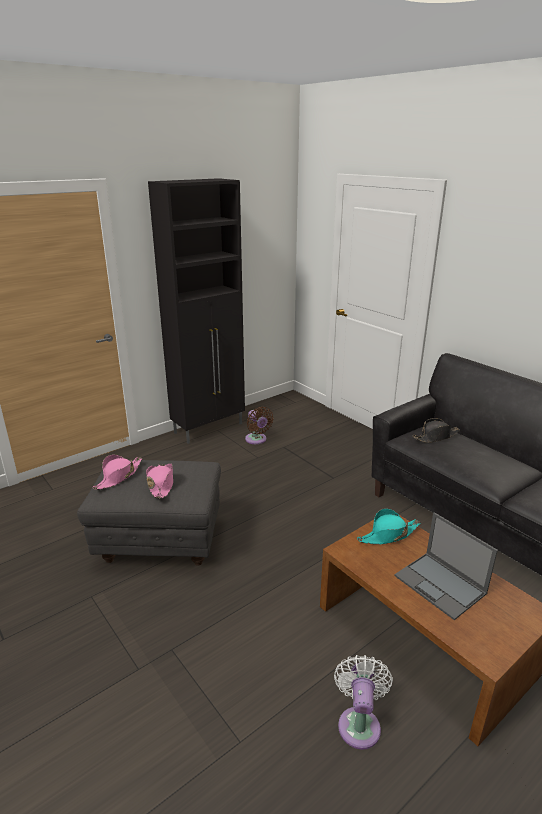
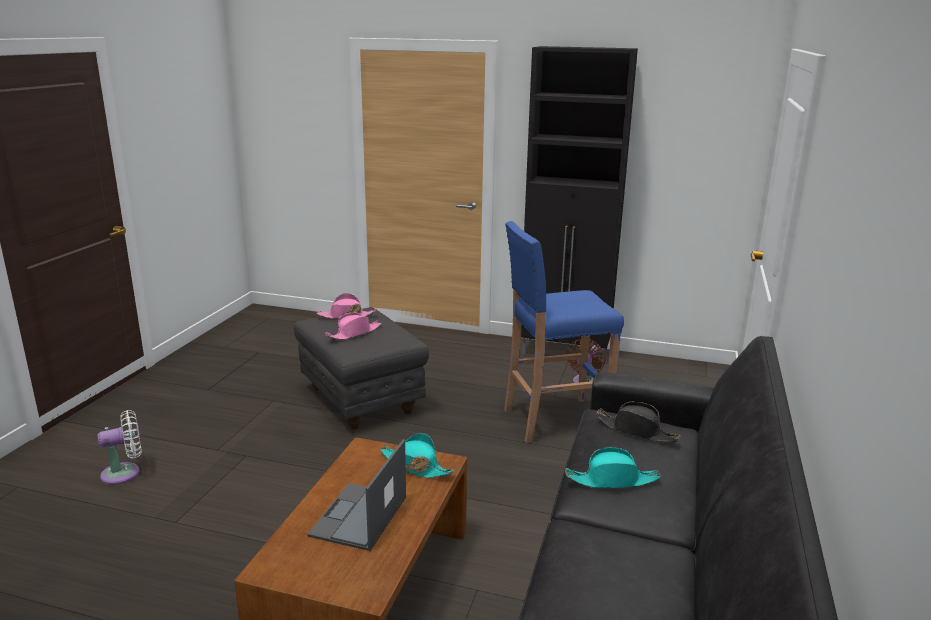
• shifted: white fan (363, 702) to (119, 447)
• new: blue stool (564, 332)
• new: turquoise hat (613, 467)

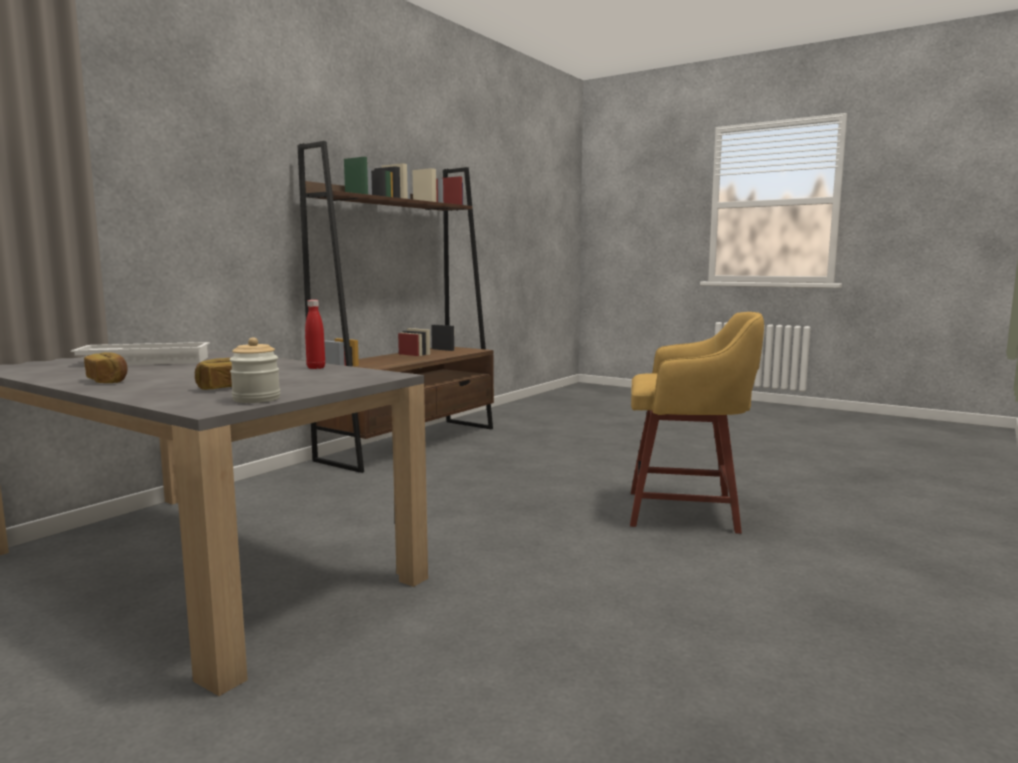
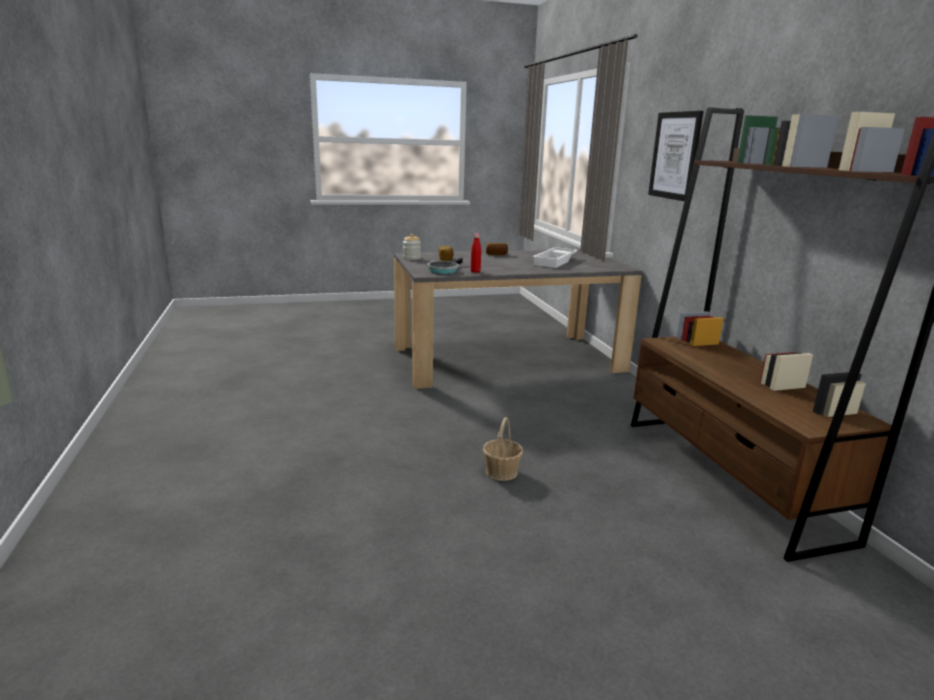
• gone: yellow stool (697, 423)
• new: picture (675, 156)
• new: frying pan (445, 266)
• new: basket (503, 449)

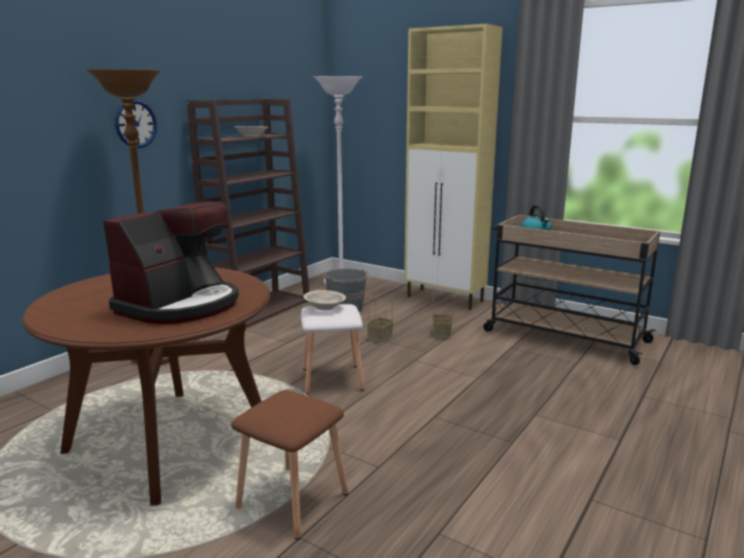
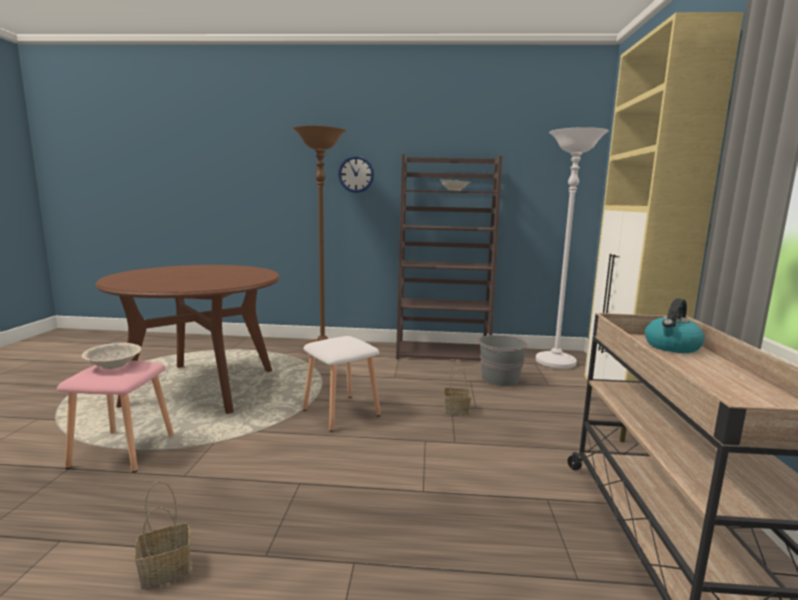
• gone: coffee machine (171, 263)
• shifted: beige bowl (324, 300) to (111, 356)
• shifted: basket (444, 317) to (162, 535)
• repainted: brown stool (289, 465) to pink stool (115, 417)

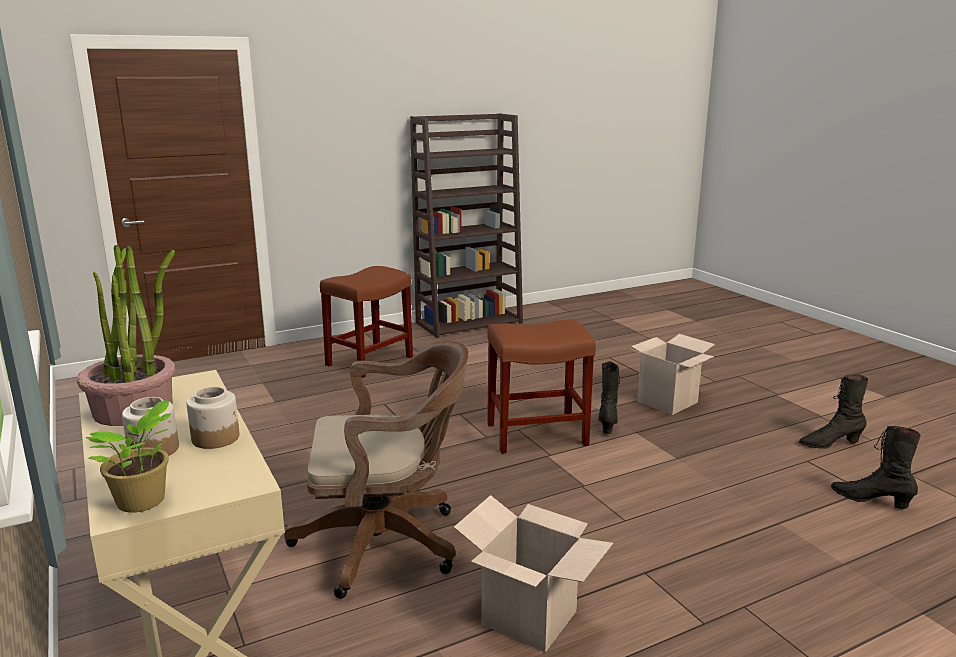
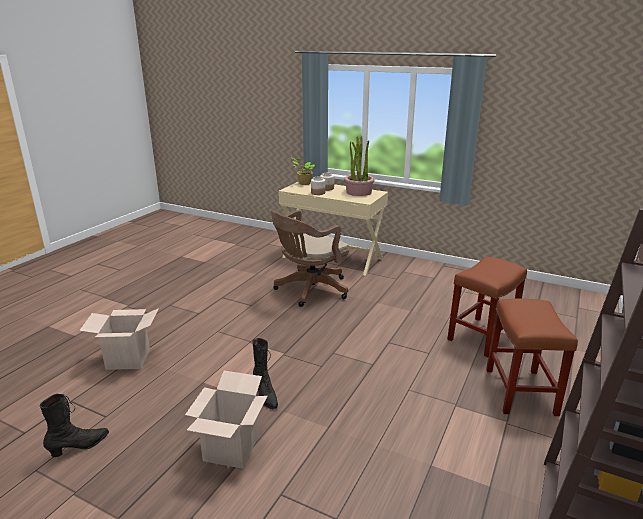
• shifted: brown stool (541, 386) to (487, 307)
• gone: black boot (876, 467)
• shifted: cardboard box (533, 573) to (119, 339)

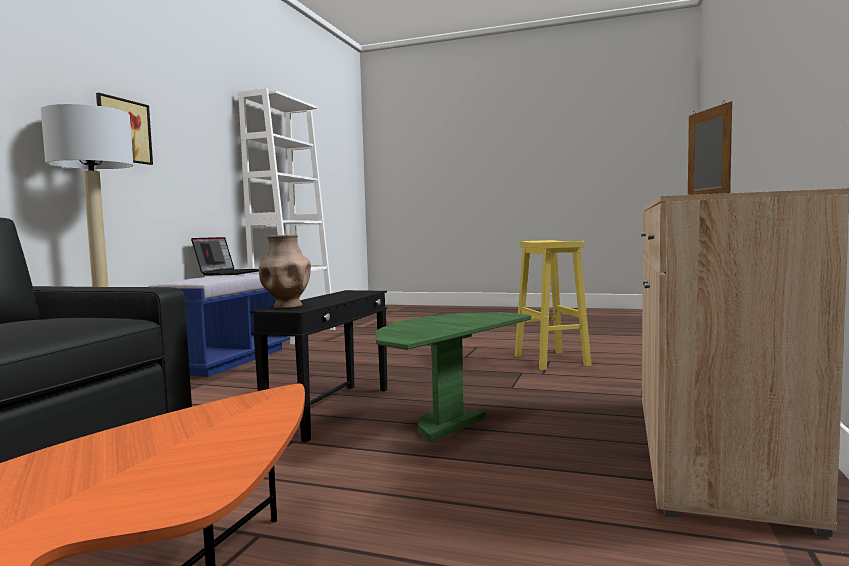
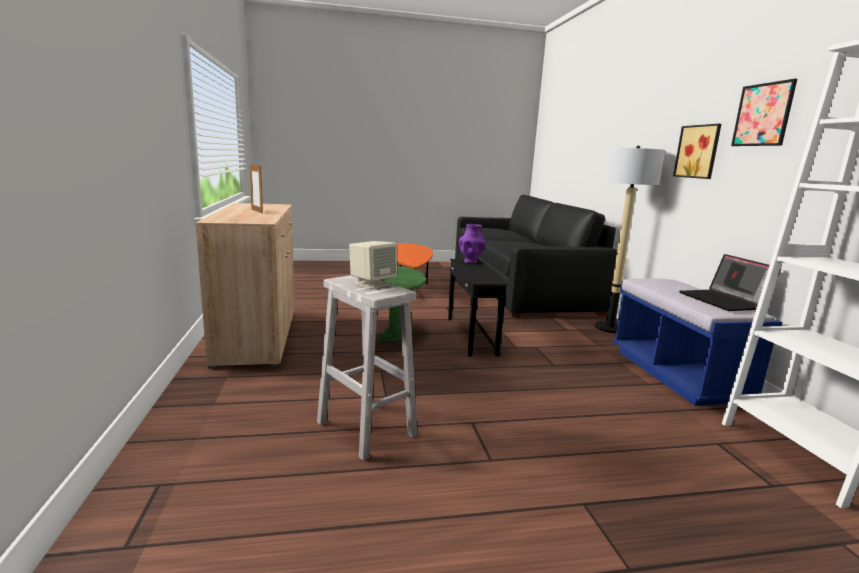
• repainted: brown vase (285, 272) to purple vase (472, 244)
• repainted: yellow stool (553, 305) to white stool (367, 368)
• new: picture (764, 112)
• new: beige speaker (373, 265)

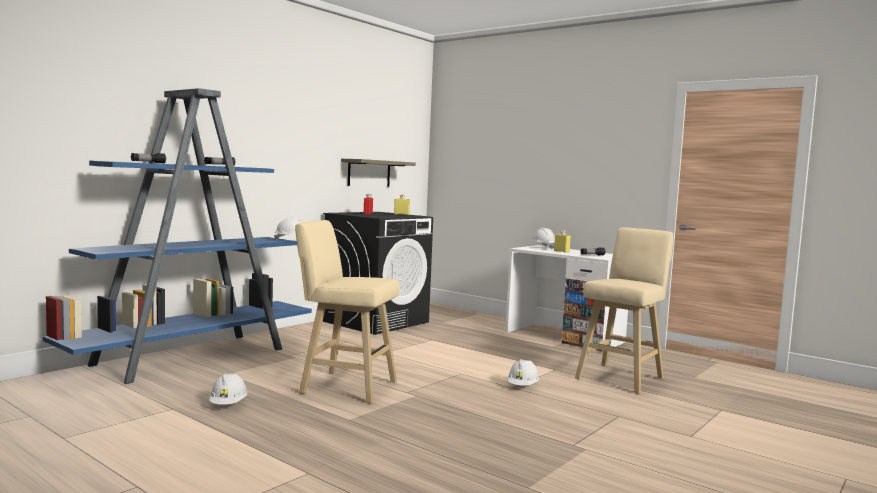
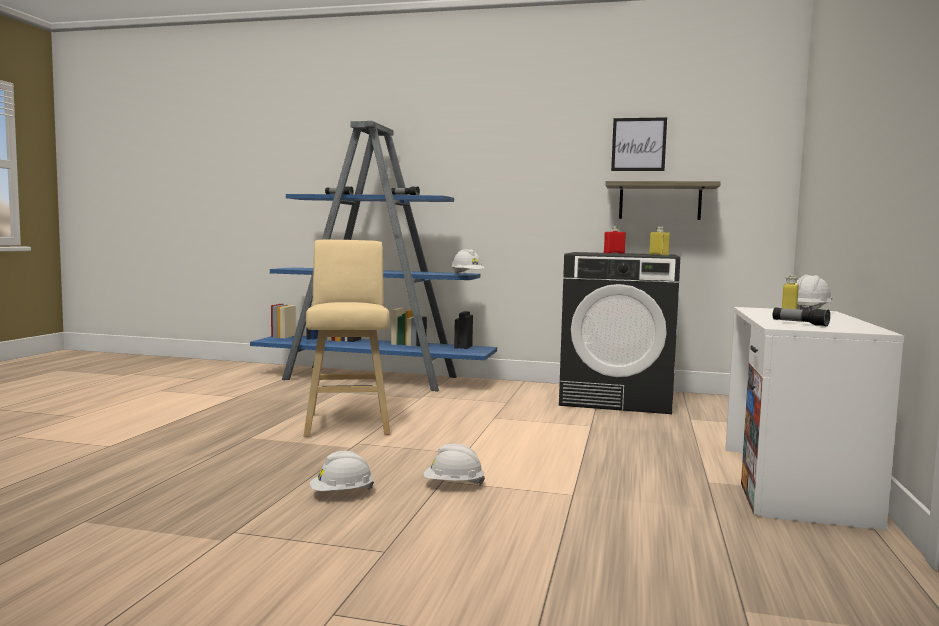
• gone: beige stool (624, 310)
• shifted: white hard hat (228, 389) to (342, 471)
• new: picture (639, 144)

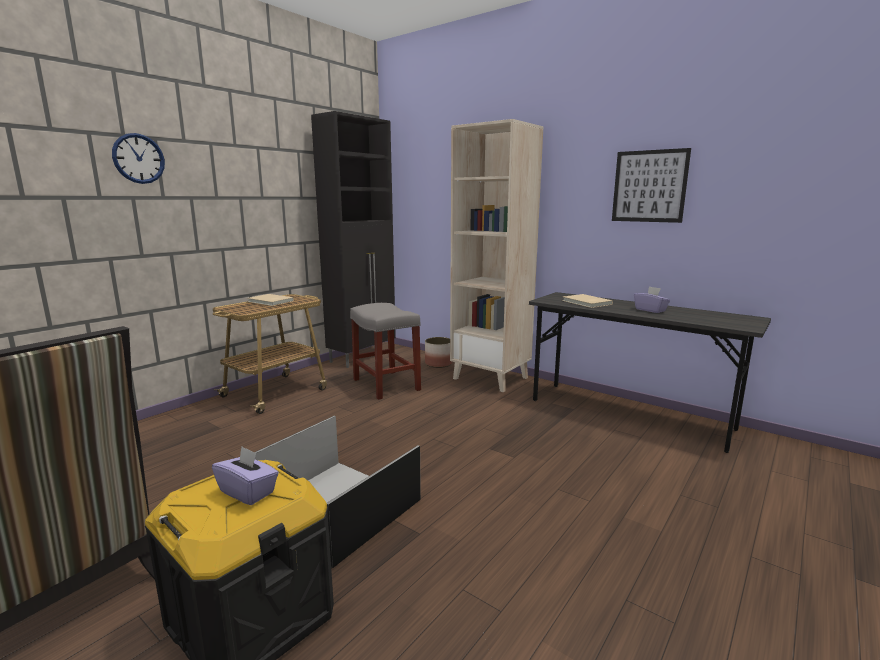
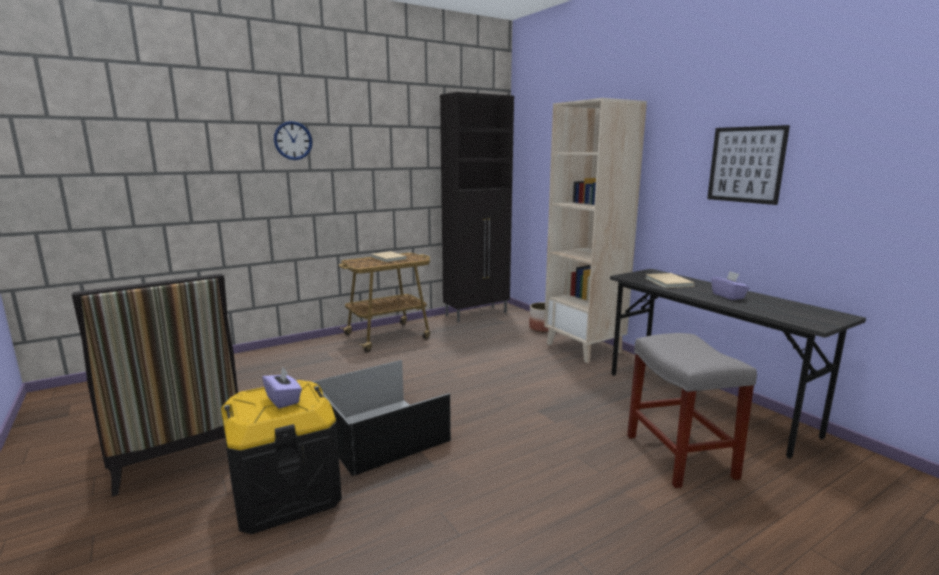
• shifted: grey stool (385, 351) to (692, 410)

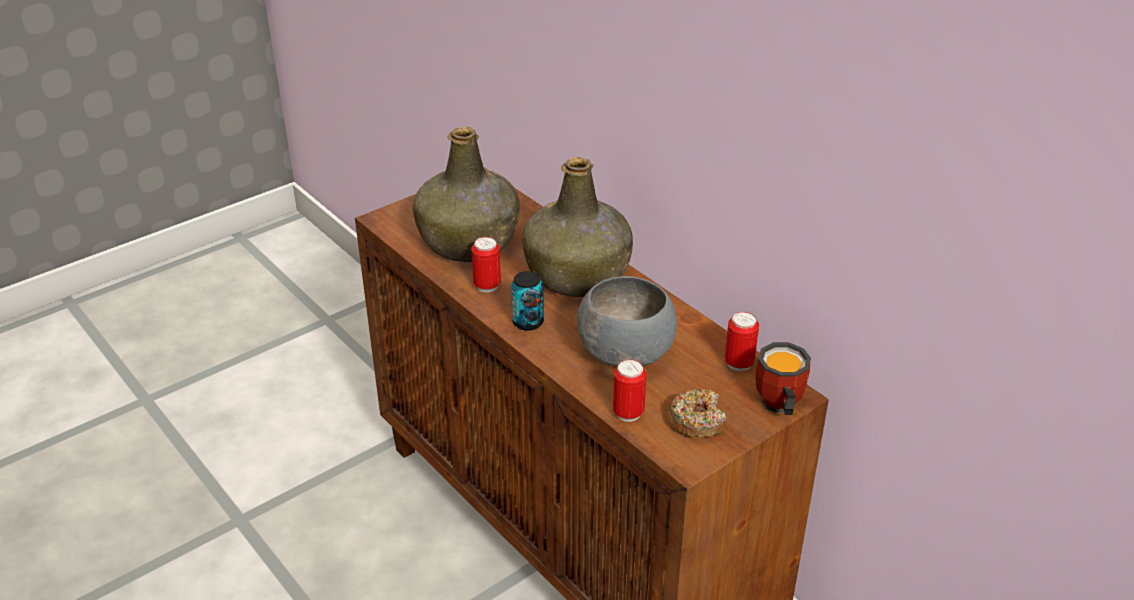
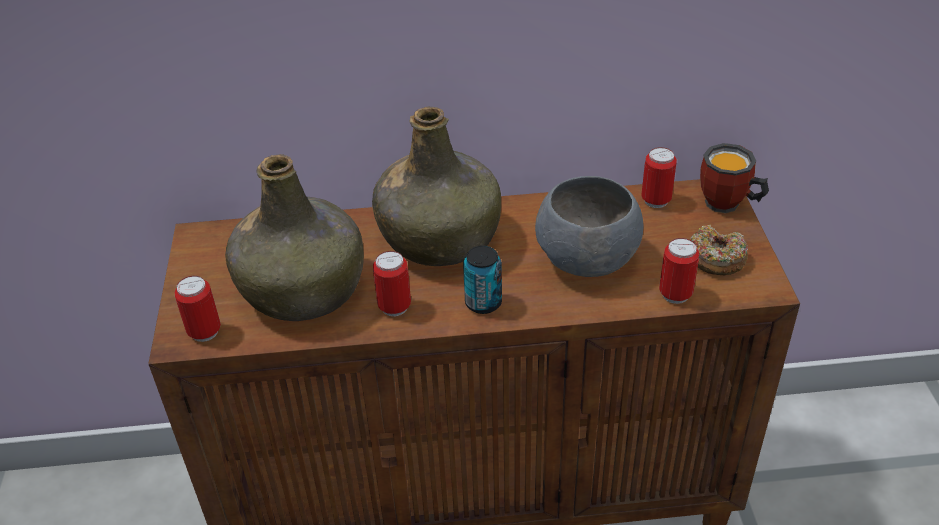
• new: can (198, 309)

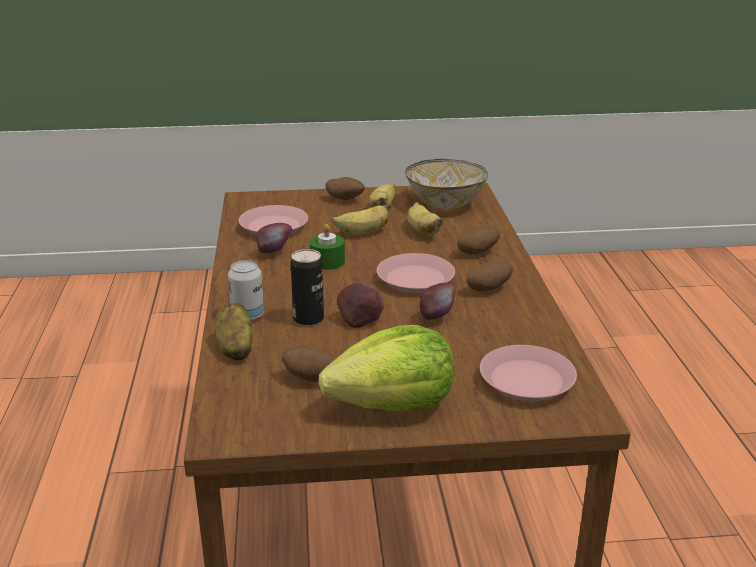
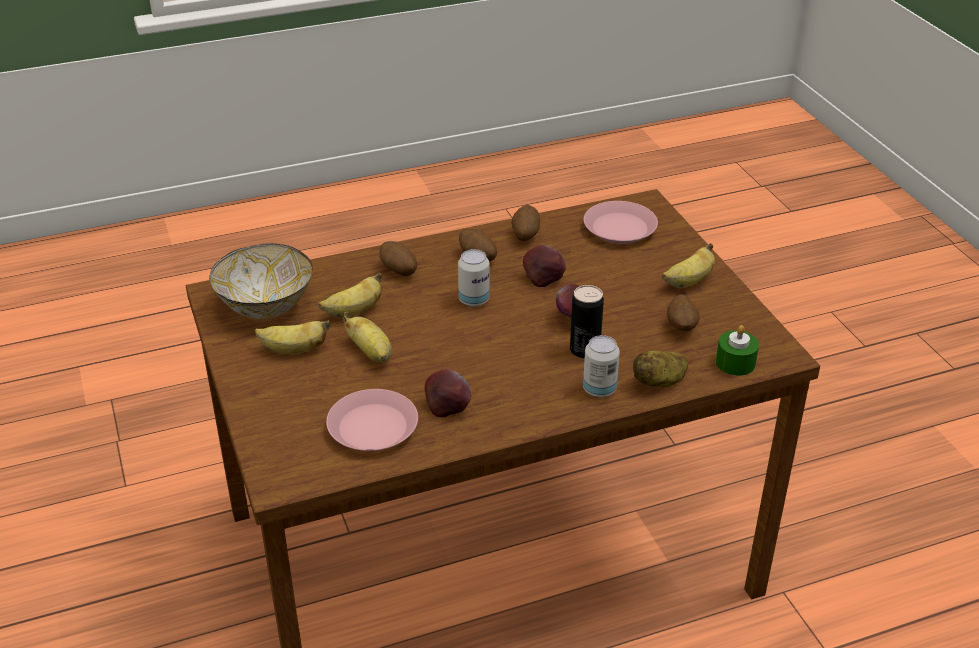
• shifted: potato (345, 188) to (525, 223)
• shifted: green candle (327, 247) to (737, 350)
• swapped: pink plate (416, 273) to can (473, 278)
• swapped: lettuce (386, 368) to banana (688, 265)

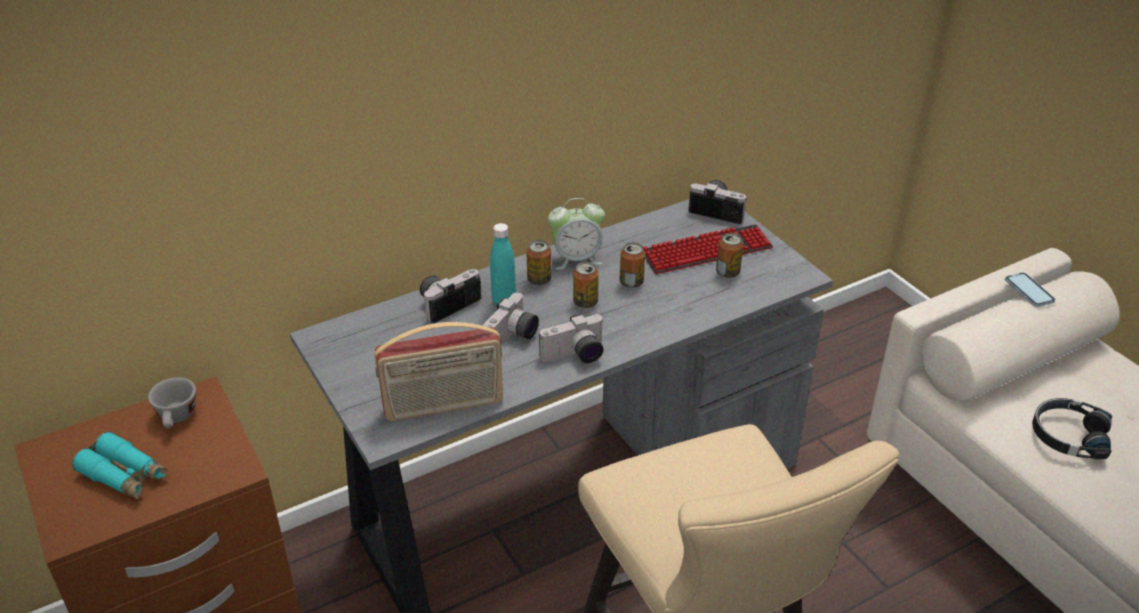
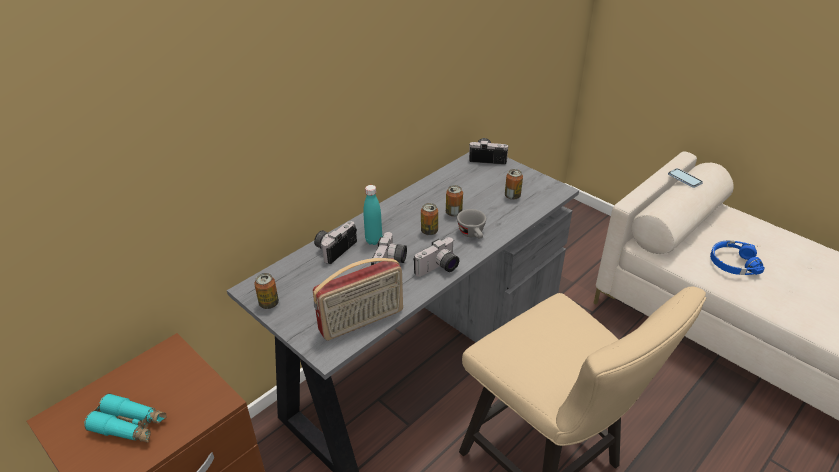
• gone: alarm clock (576, 234)
• gone: keyboard (708, 249)
• shifted: can (538, 262) to (266, 291)
• shifted: grey cup (172, 402) to (471, 223)
• repainted: black headphones (1072, 428) to blue headphones (737, 258)

